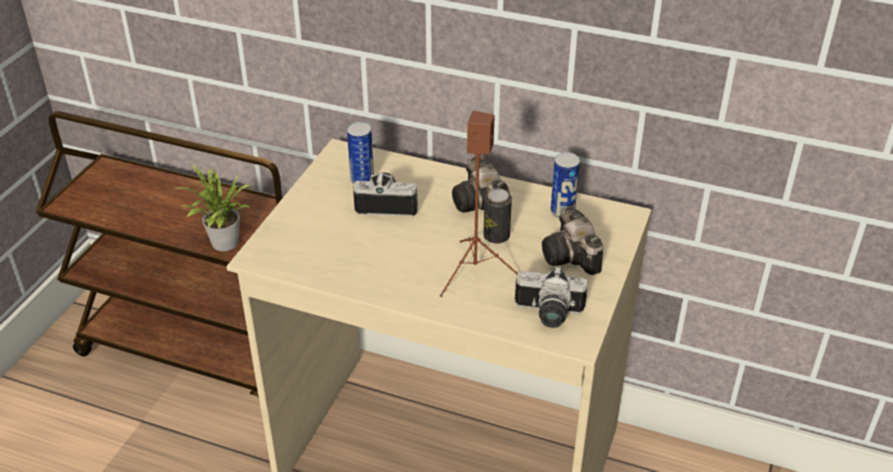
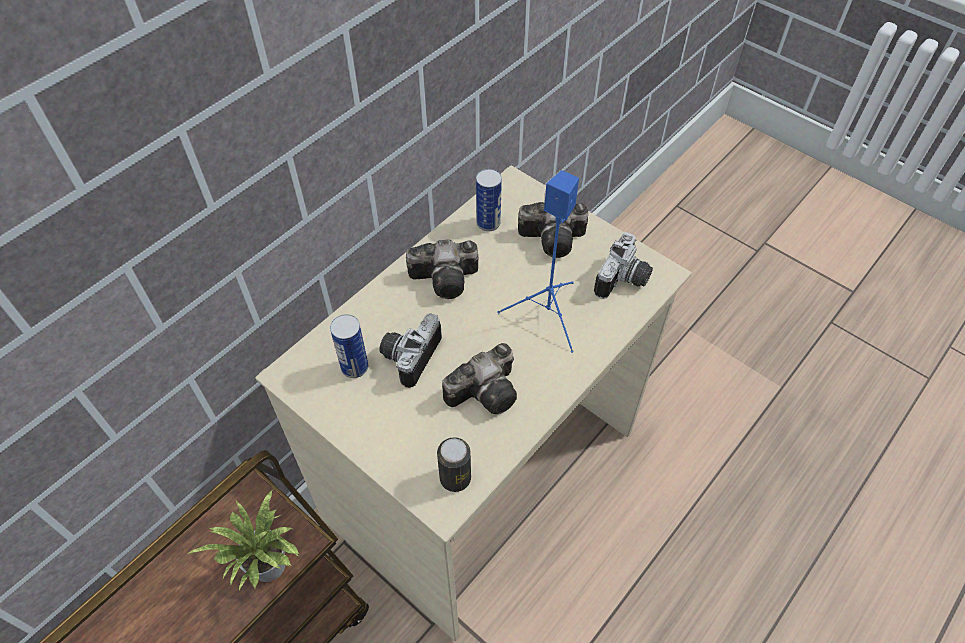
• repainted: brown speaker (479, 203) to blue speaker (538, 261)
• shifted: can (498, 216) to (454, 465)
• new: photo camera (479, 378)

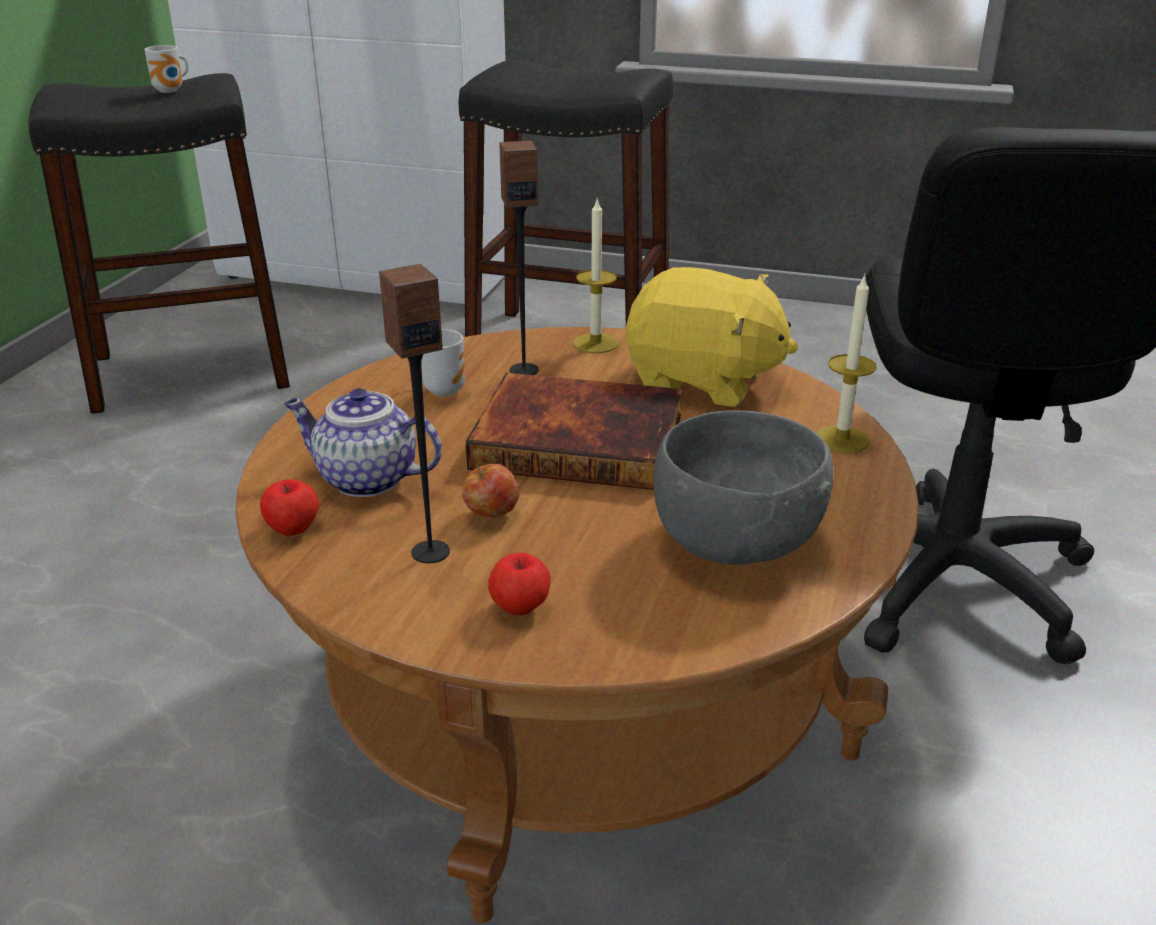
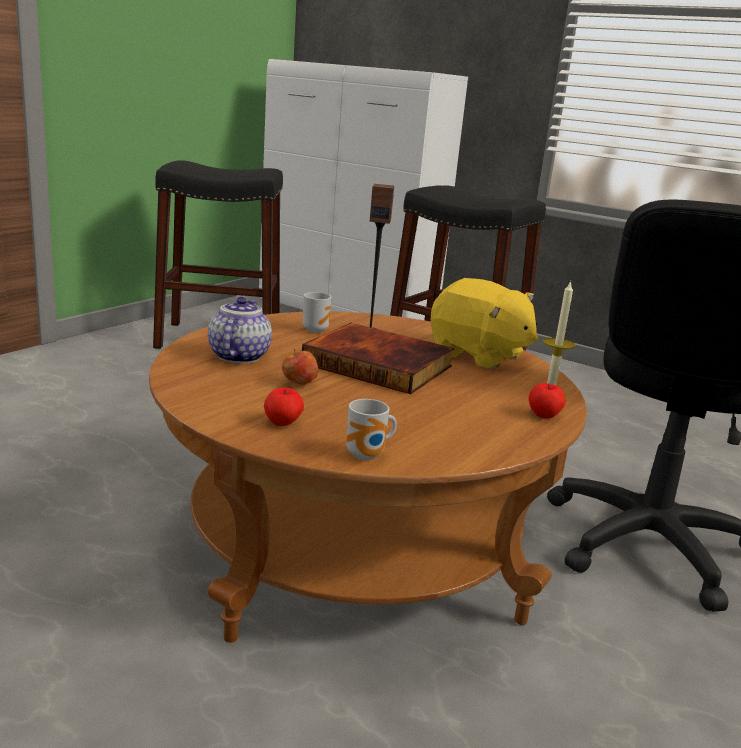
• shifted: mug (166, 69) to (371, 429)
• gone: candle (596, 276)
• gone: speaker (414, 413)
• rotated: teapot (363, 442) = (240, 330) 60 degrees clockwise
• gone: grey bowl (743, 487)
• shifted: apple (289, 507) to (547, 400)

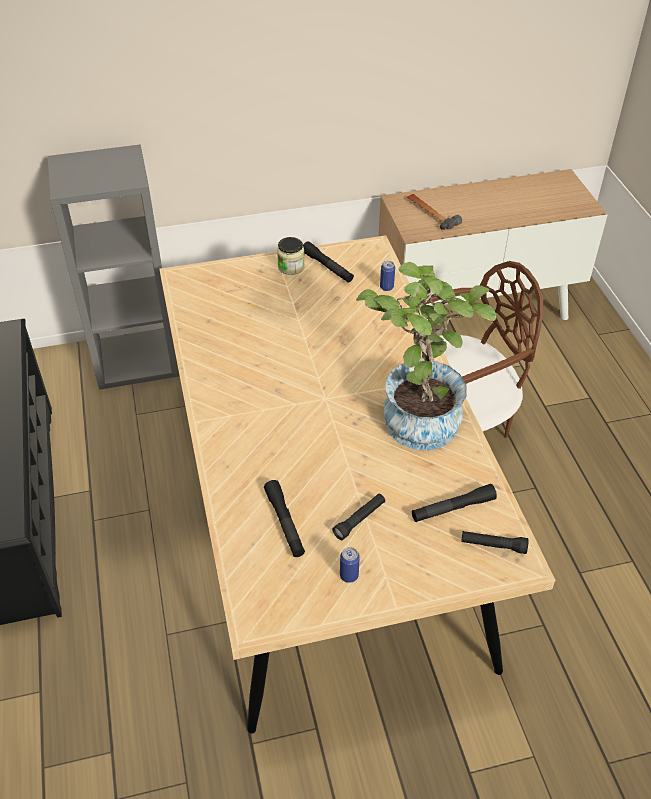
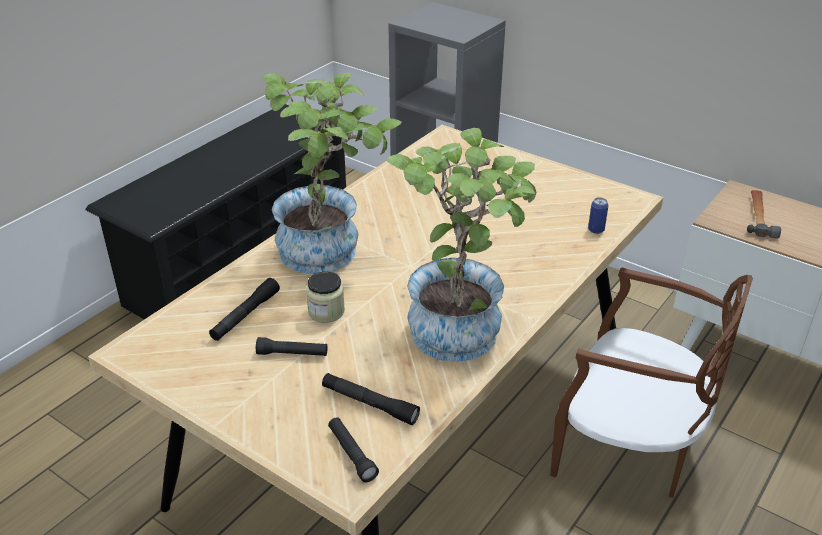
• shifted: jar (291, 256) to (325, 297)
• gone: black flashlight (328, 262)
• gone: can (350, 565)
• new: potted plant (332, 173)

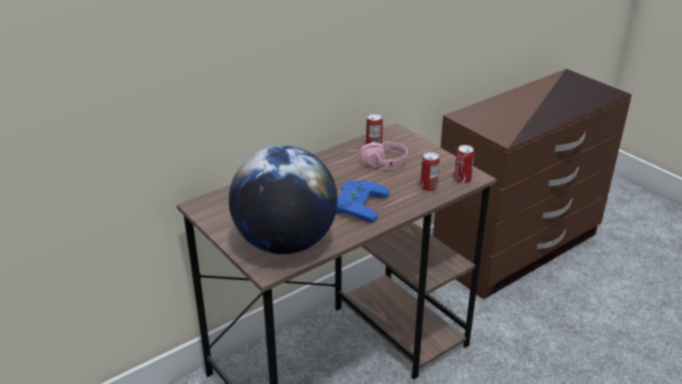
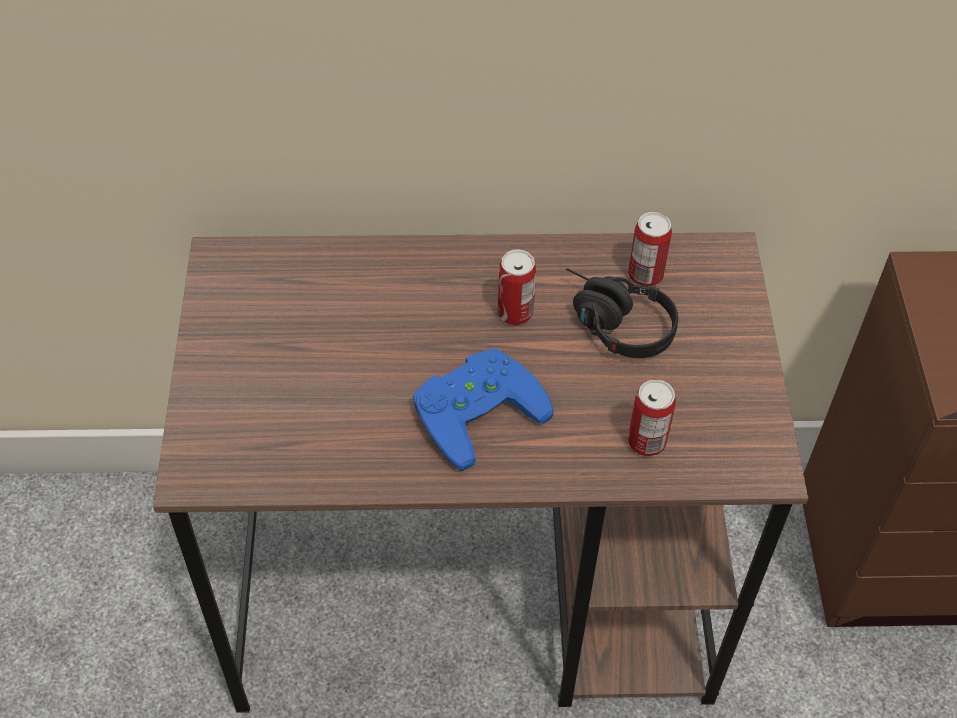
• repainted: pink headphones (378, 154) to black headphones (622, 313)
• shifted: can (464, 164) to (517, 287)
• gone: globe (283, 200)

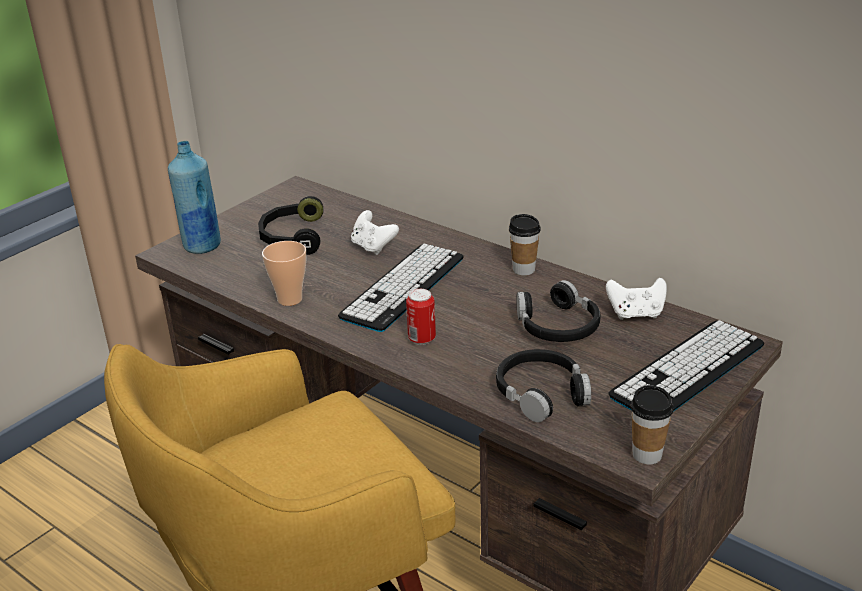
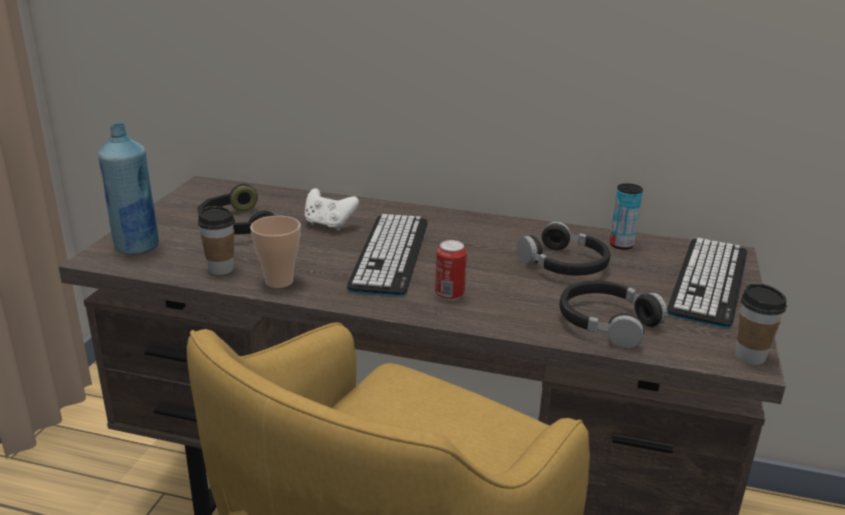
• shifted: cup (525, 245) to (216, 240)
• swapped: white game controller (636, 299) to can (626, 216)

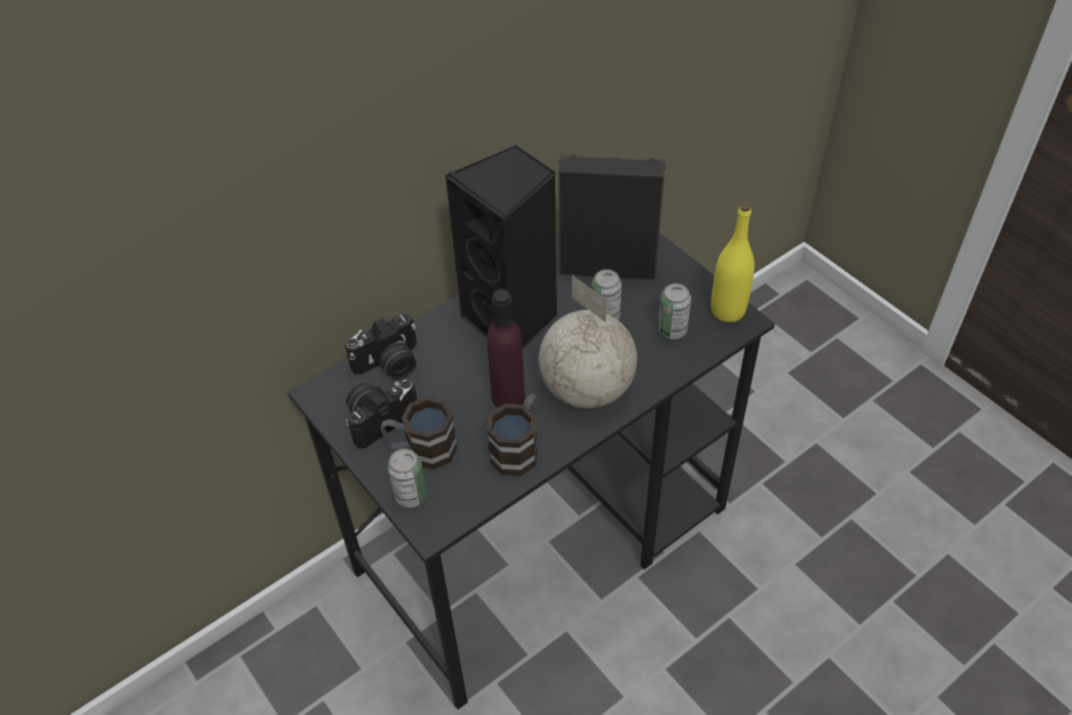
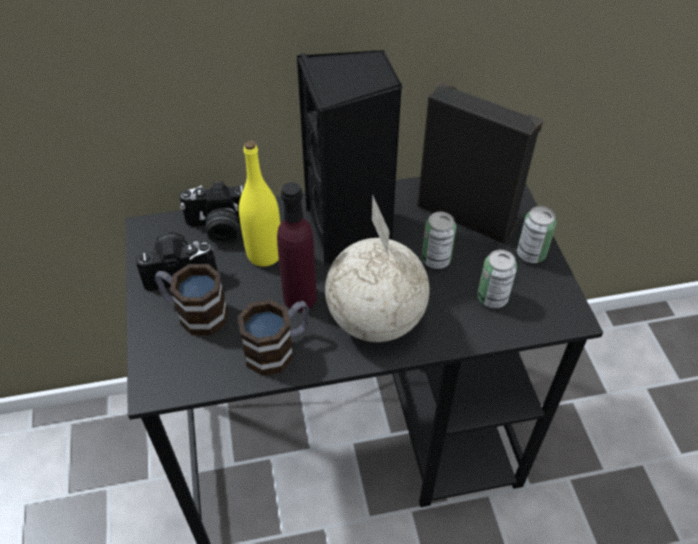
• shifted: yellow bottle (733, 262) to (259, 203)
• shifted: can (407, 478) to (537, 234)

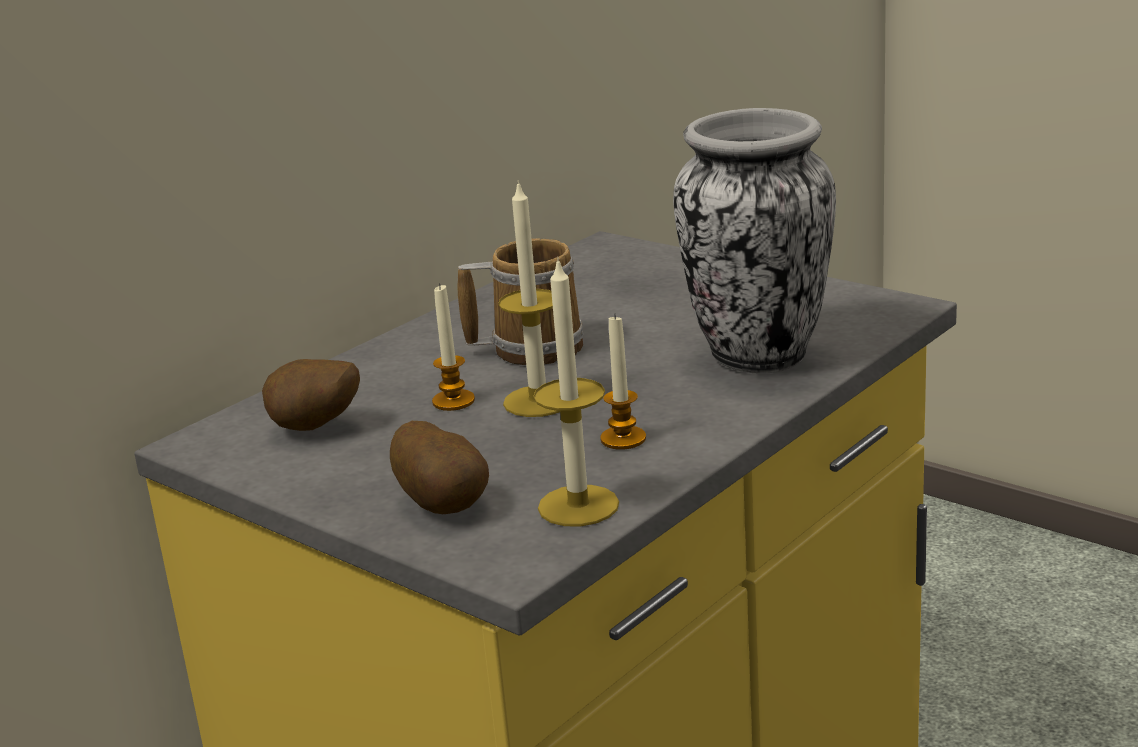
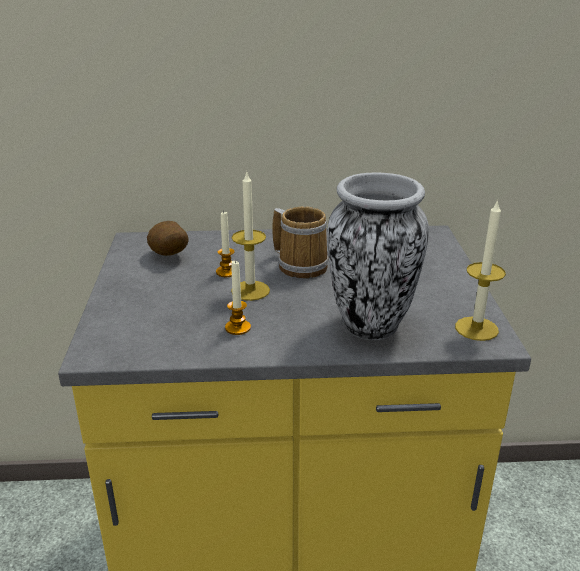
• shifted: candle (576, 391) to (480, 270)
• gone: potato (439, 467)

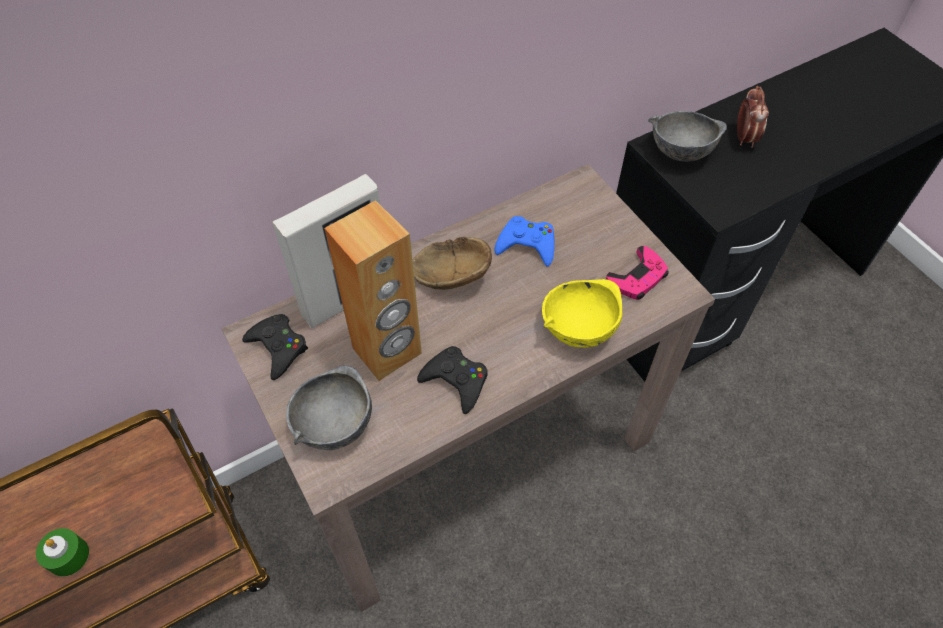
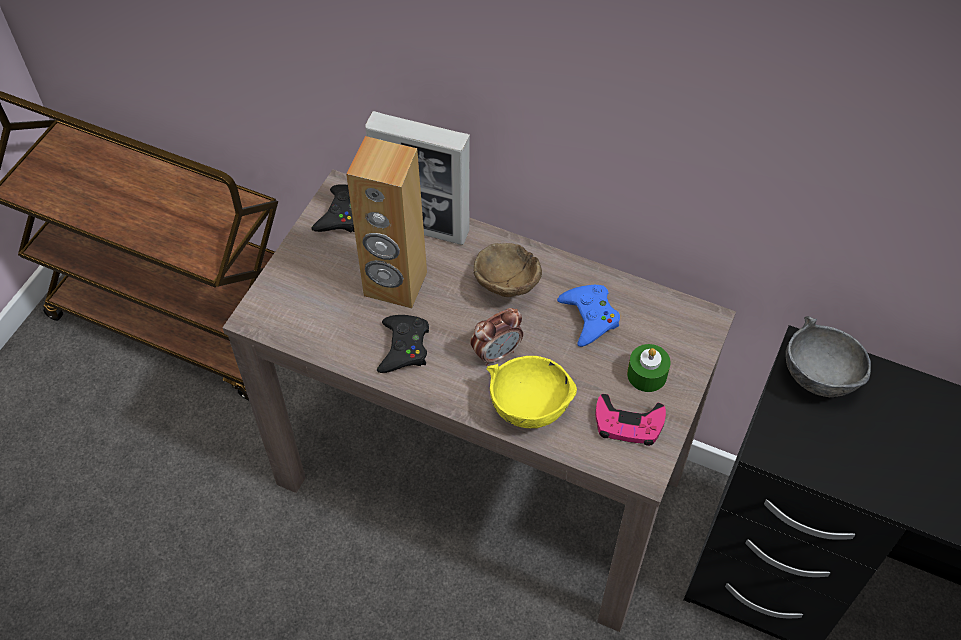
• shifted: alarm clock (753, 117) to (496, 337)
• gone: grey bowl (329, 407)
• shifted: green candle (62, 552) to (649, 368)

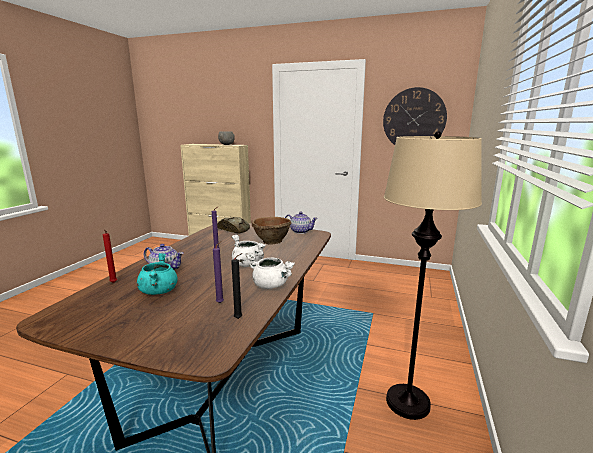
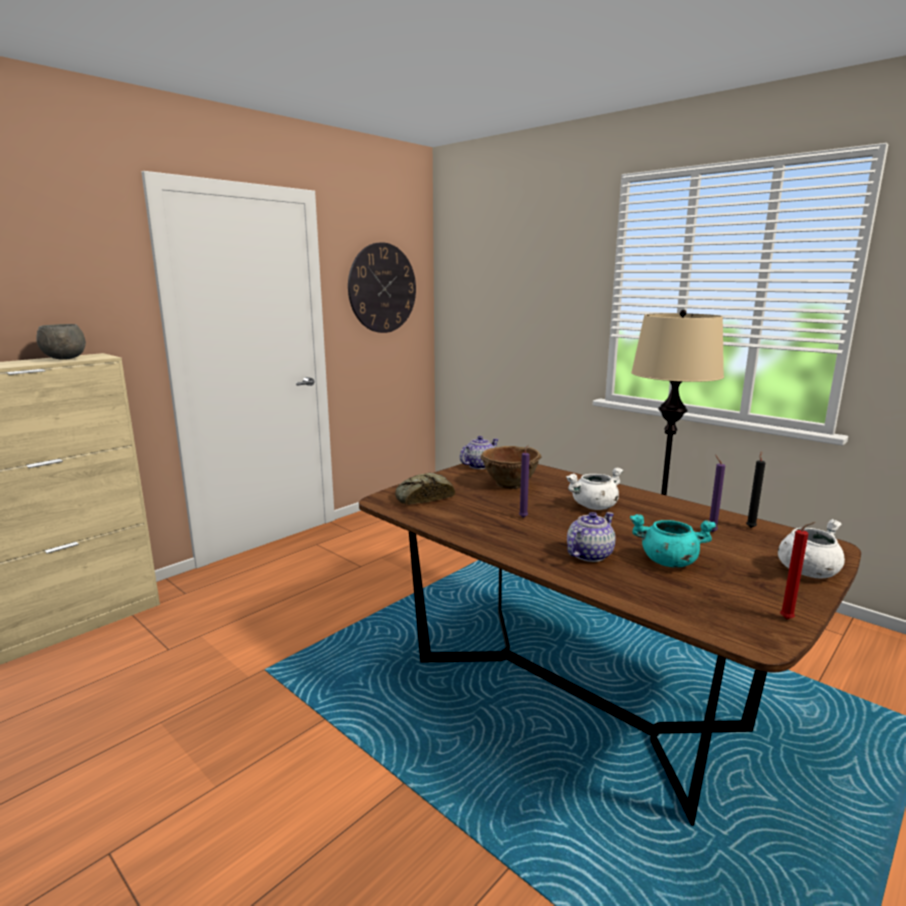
• shifted: red candle (110, 256) to (798, 570)
• shifted: white cooking pot (270, 271) to (811, 549)

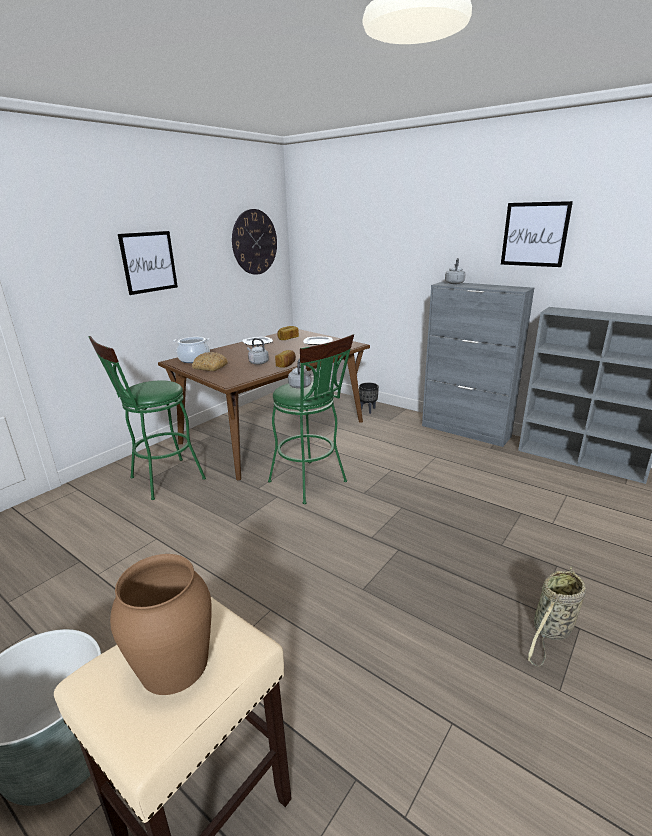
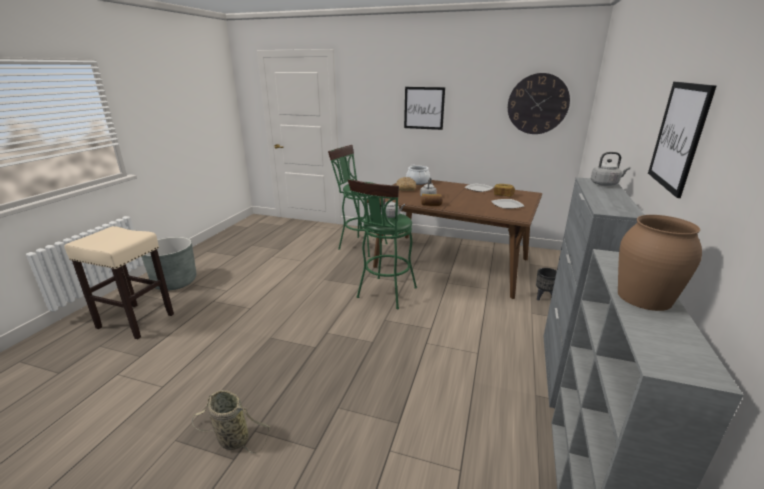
• shifted: brown vase (161, 624) to (660, 263)

